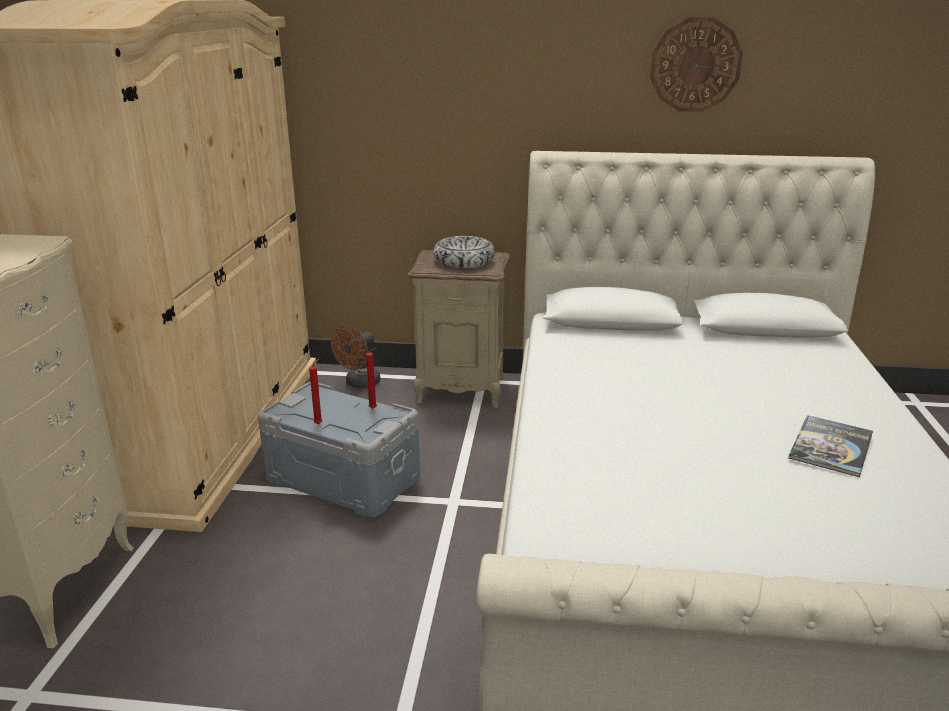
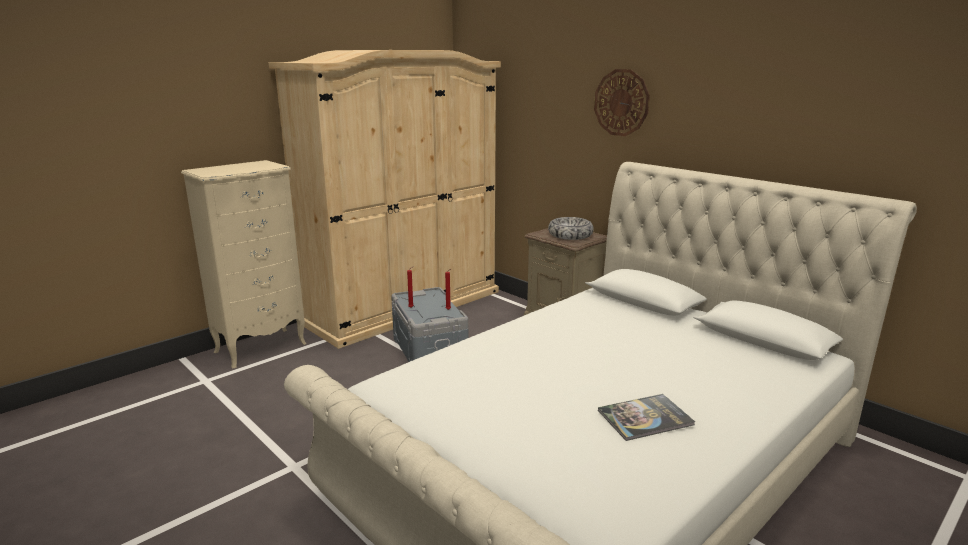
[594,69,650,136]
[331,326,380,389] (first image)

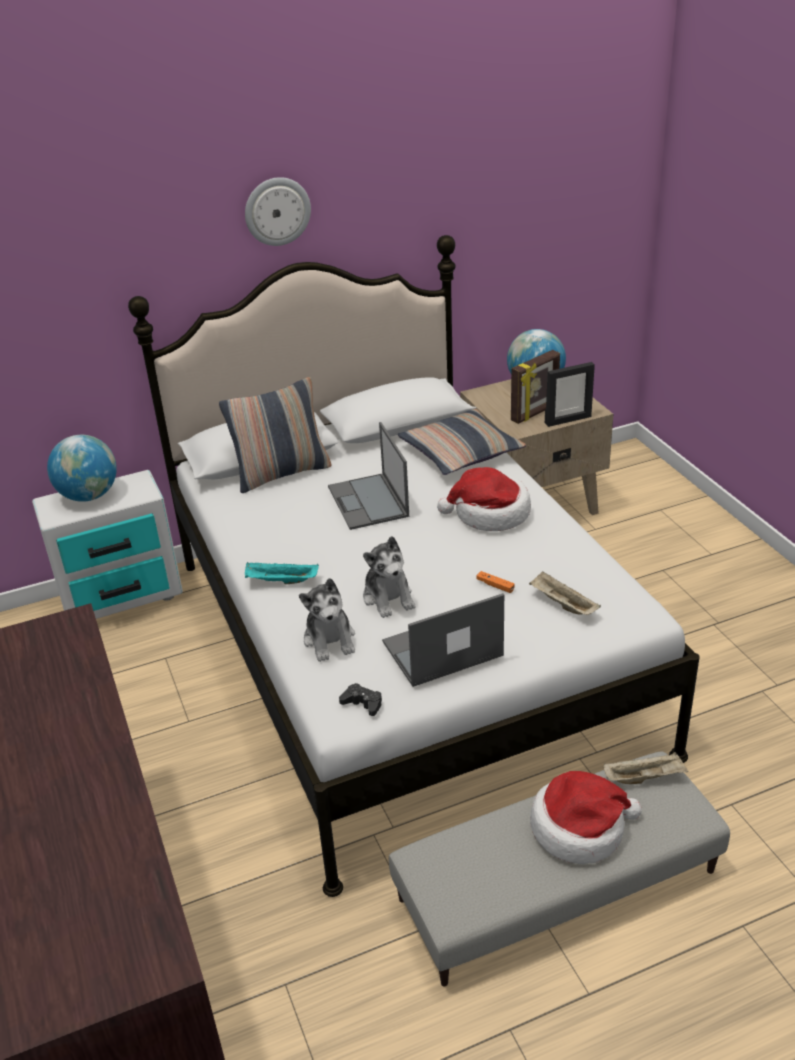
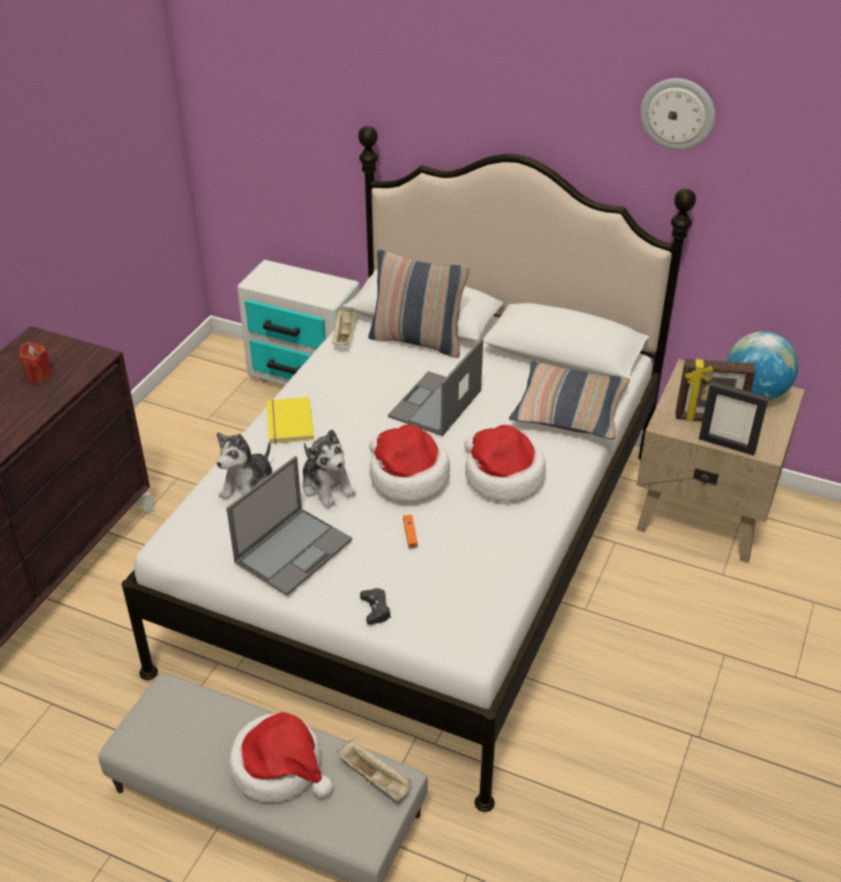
[19,342,53,383]
[226,456,352,595]
[267,397,314,444]
[302,429,356,508]
[332,309,357,345]
[360,588,391,625]
[370,424,450,501]
[640,78,715,150]
[47,435,117,502] (first image)

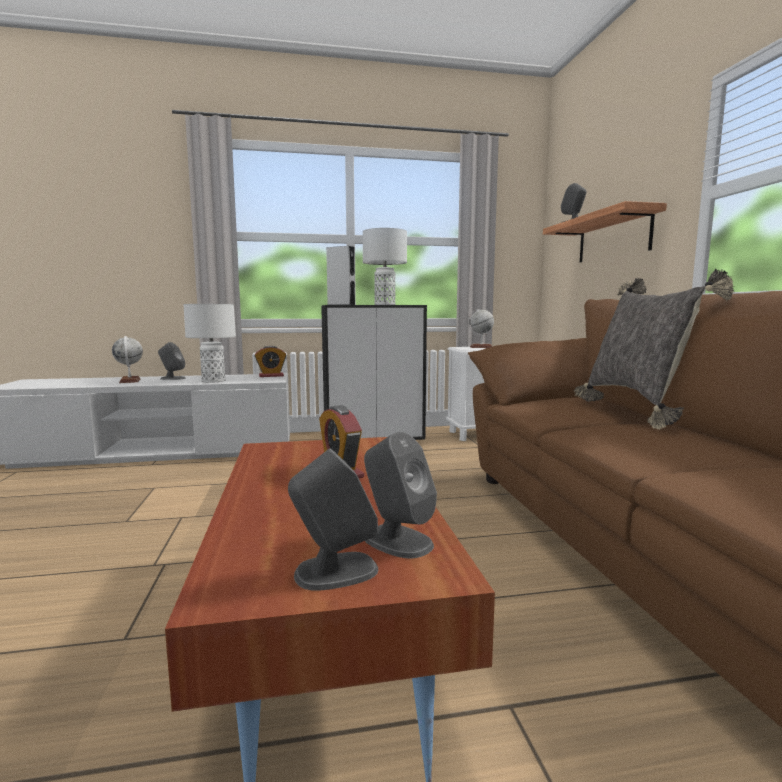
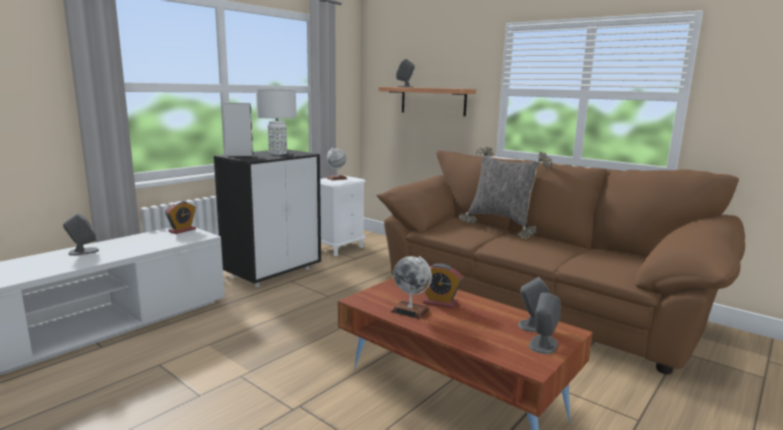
[391,256,432,319]
[184,304,236,383] (first image)

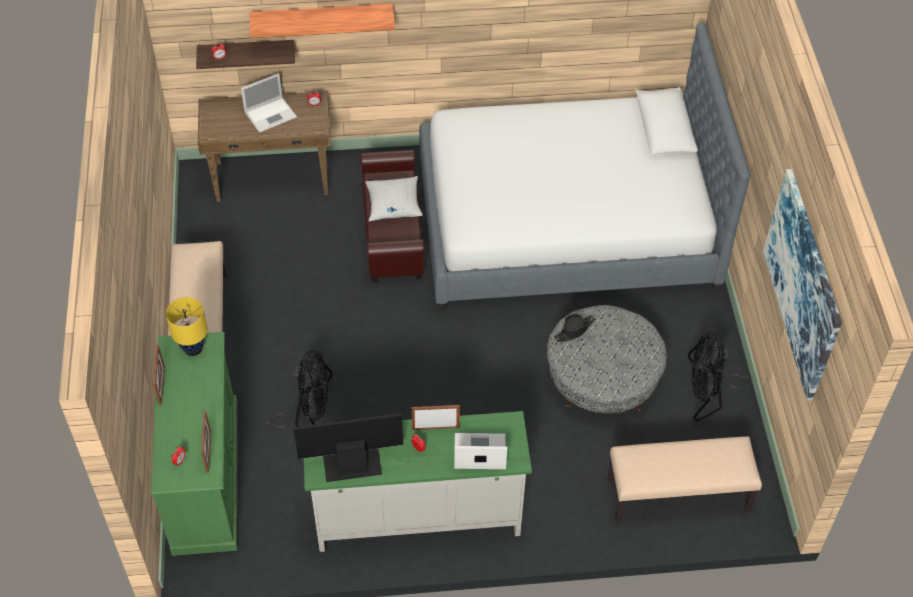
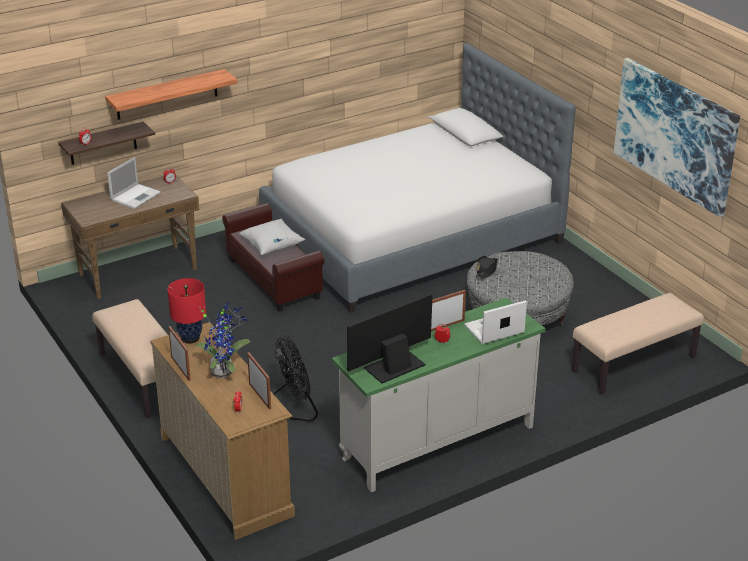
[150,322,295,540]
[168,278,206,344]
[195,303,250,378]
[688,332,749,423] (first image)

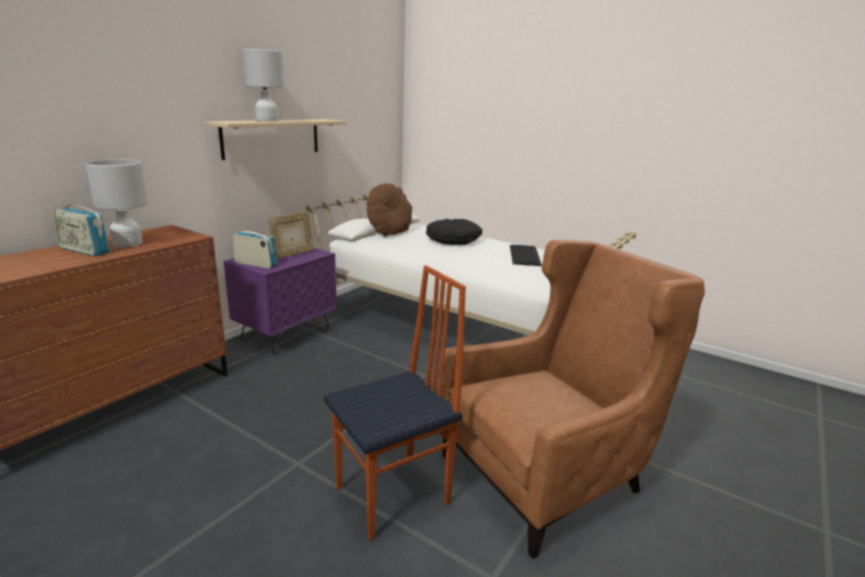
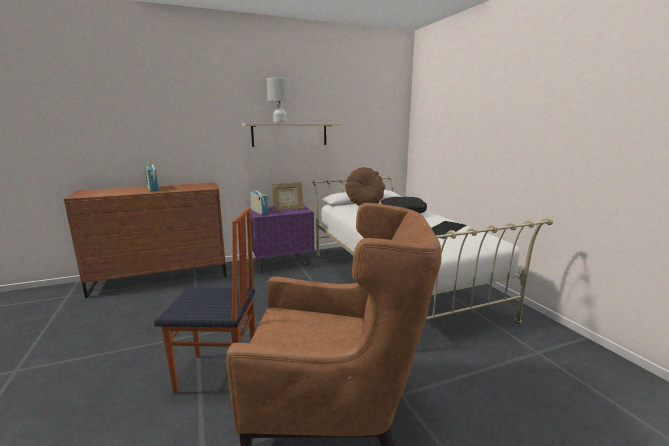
[85,159,148,248] (first image)

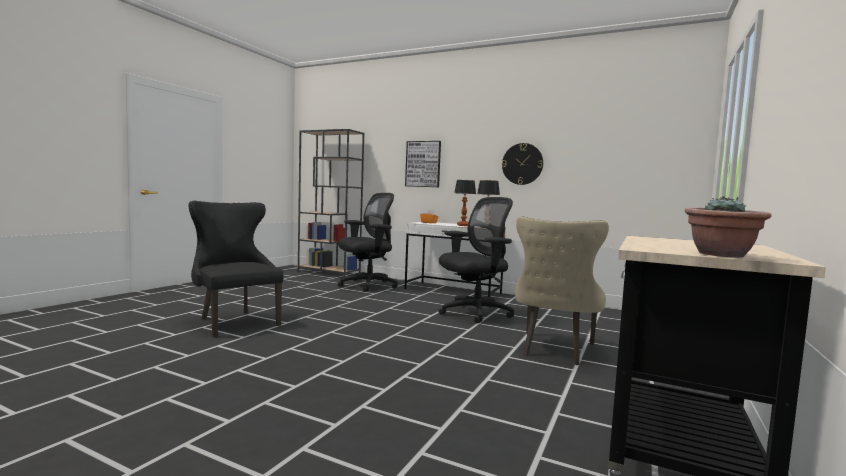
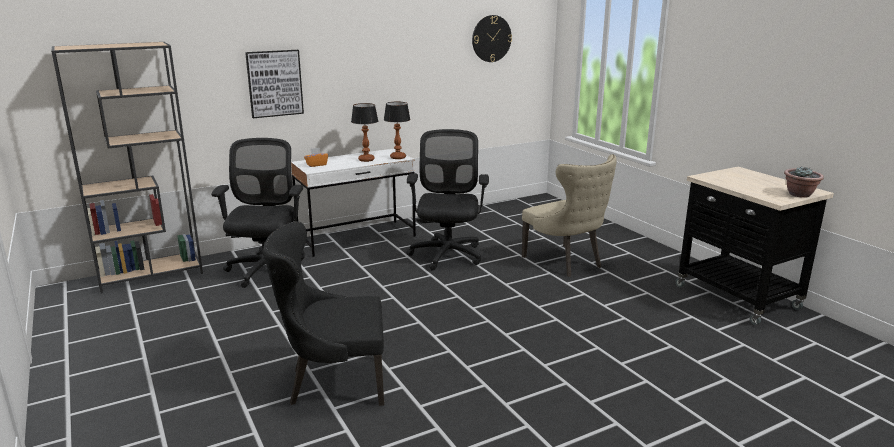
[472,15,512,62]

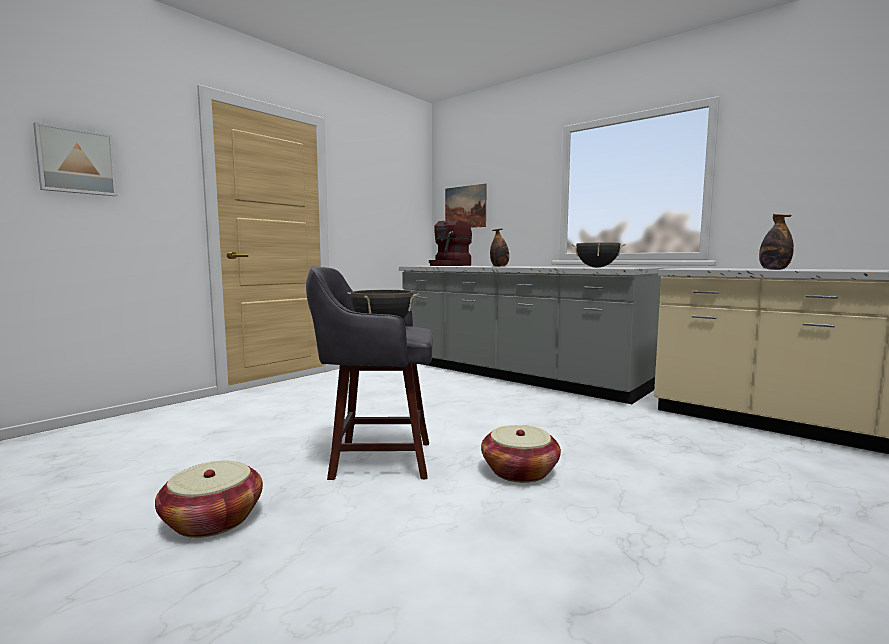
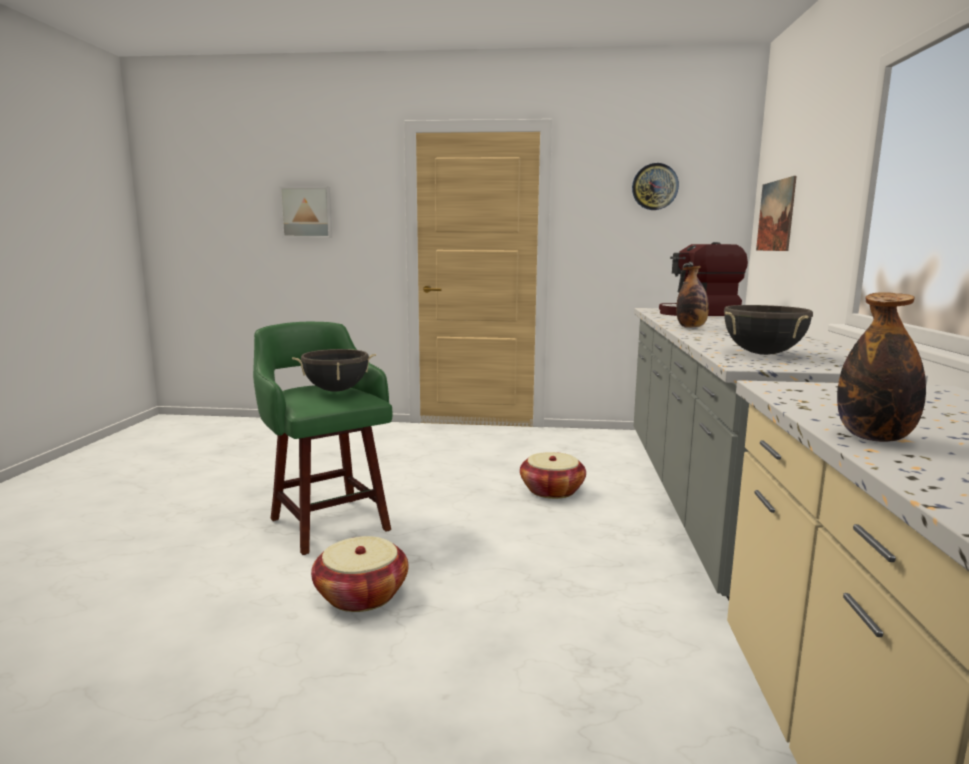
[253,322,393,555]
[520,452,586,499]
[632,163,679,210]

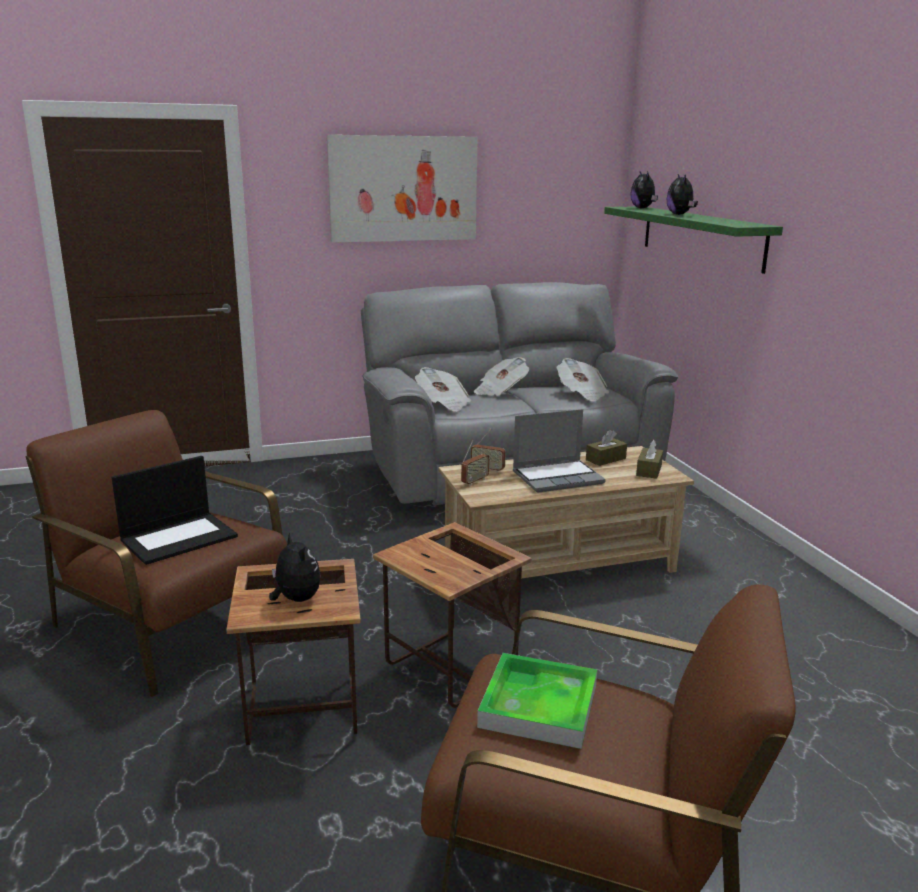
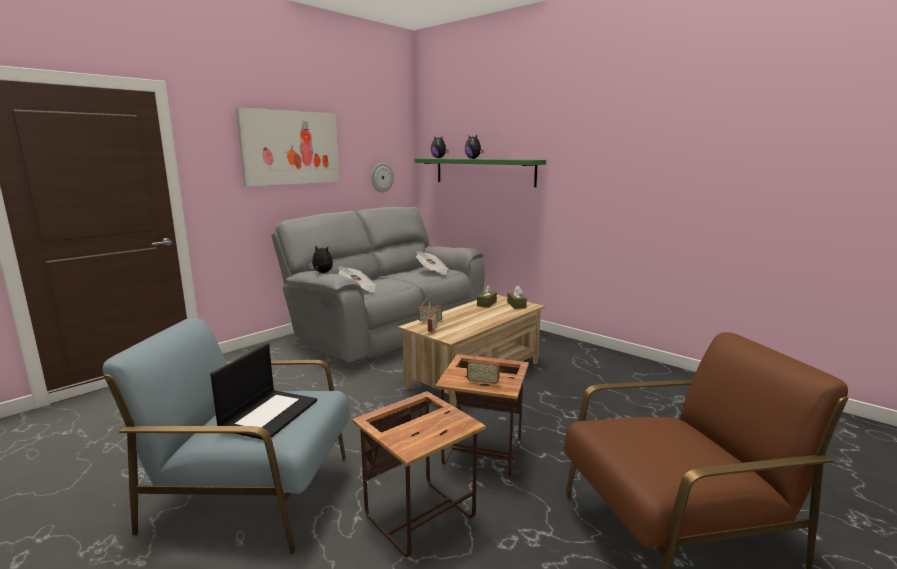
[103,318,350,555]
[308,246,333,273]
[371,163,394,192]
[467,345,500,385]
[474,357,529,396] (first image)
[477,653,597,749] (first image)
[513,409,606,493] (first image)

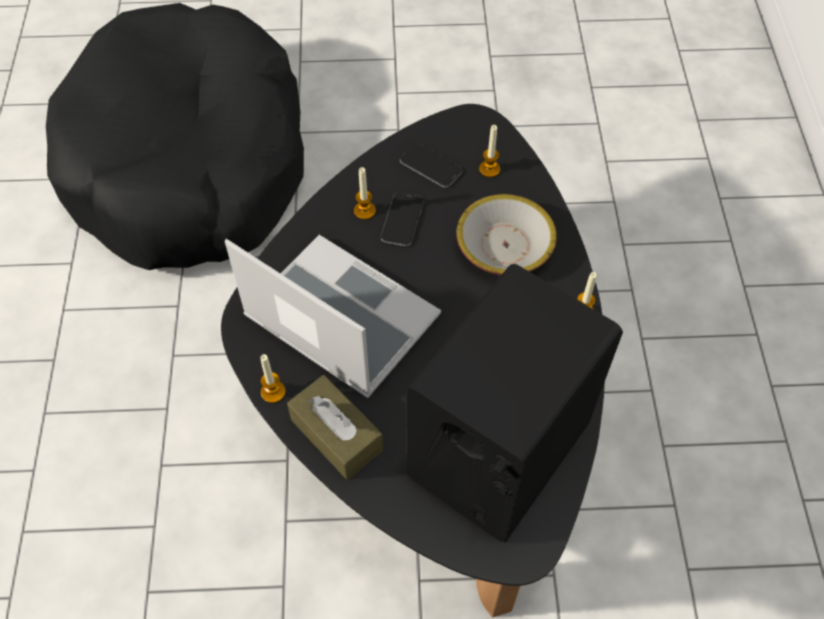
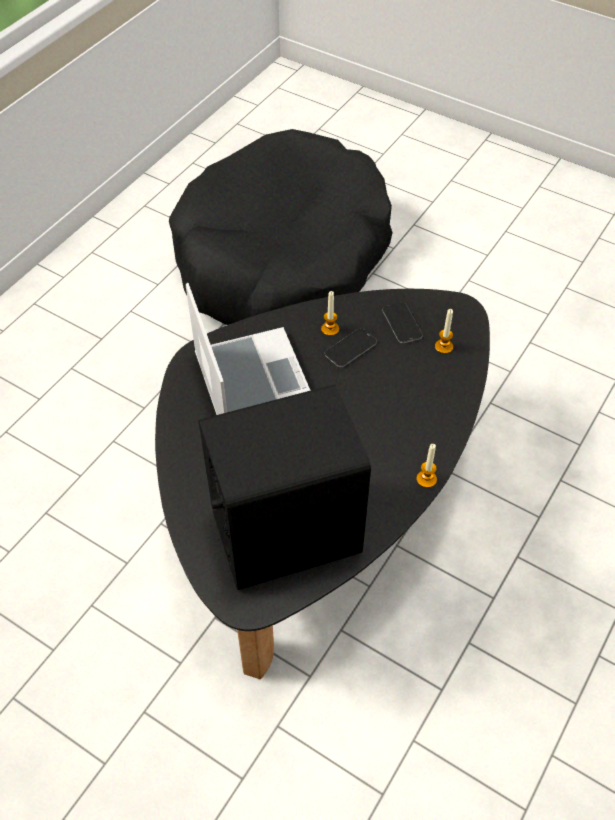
[260,354,286,403] (first image)
[287,375,383,480] (first image)
[456,194,557,275] (first image)

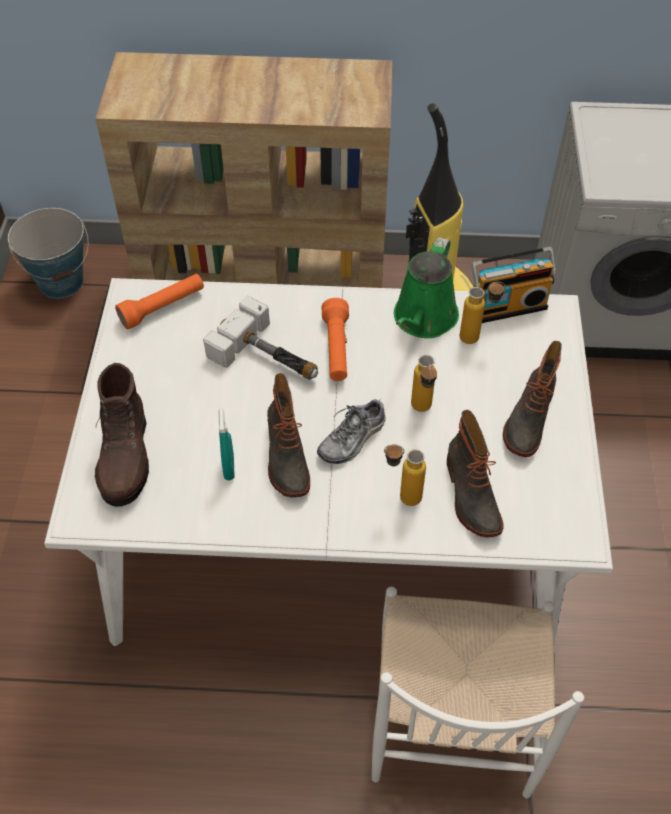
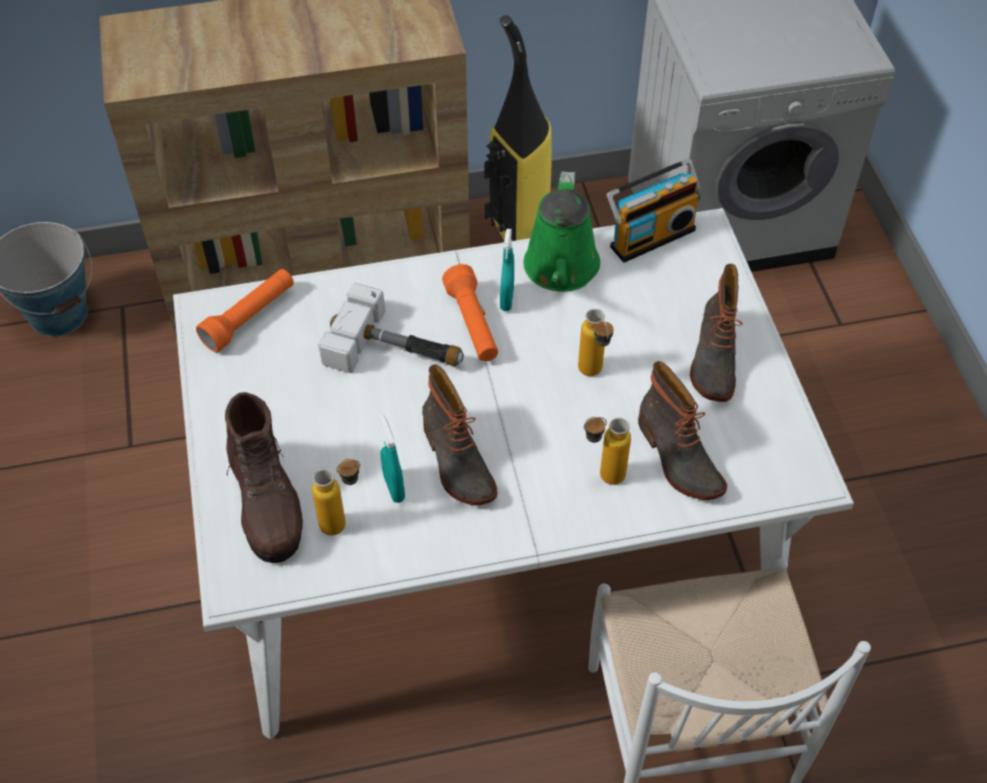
[312,459,360,536]
[500,229,514,311]
[317,397,386,464] (first image)

